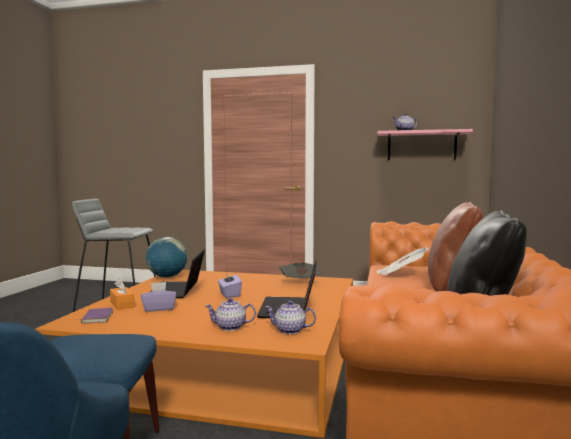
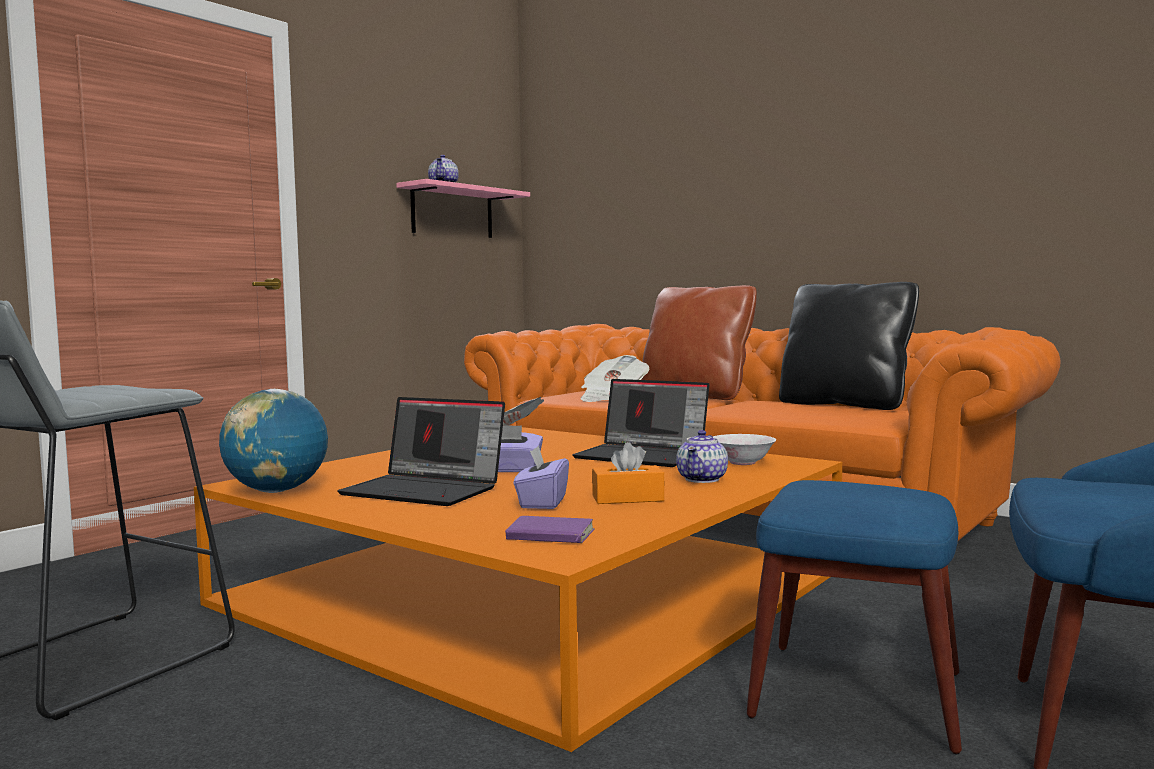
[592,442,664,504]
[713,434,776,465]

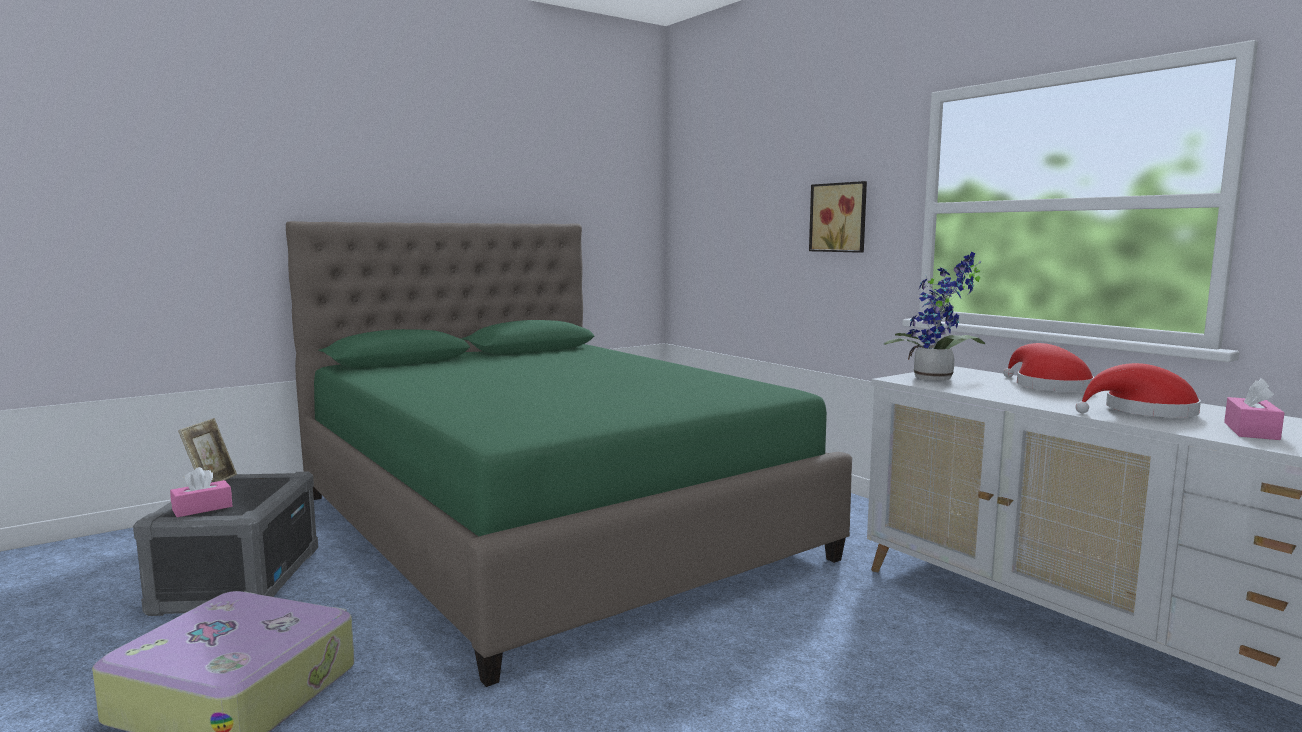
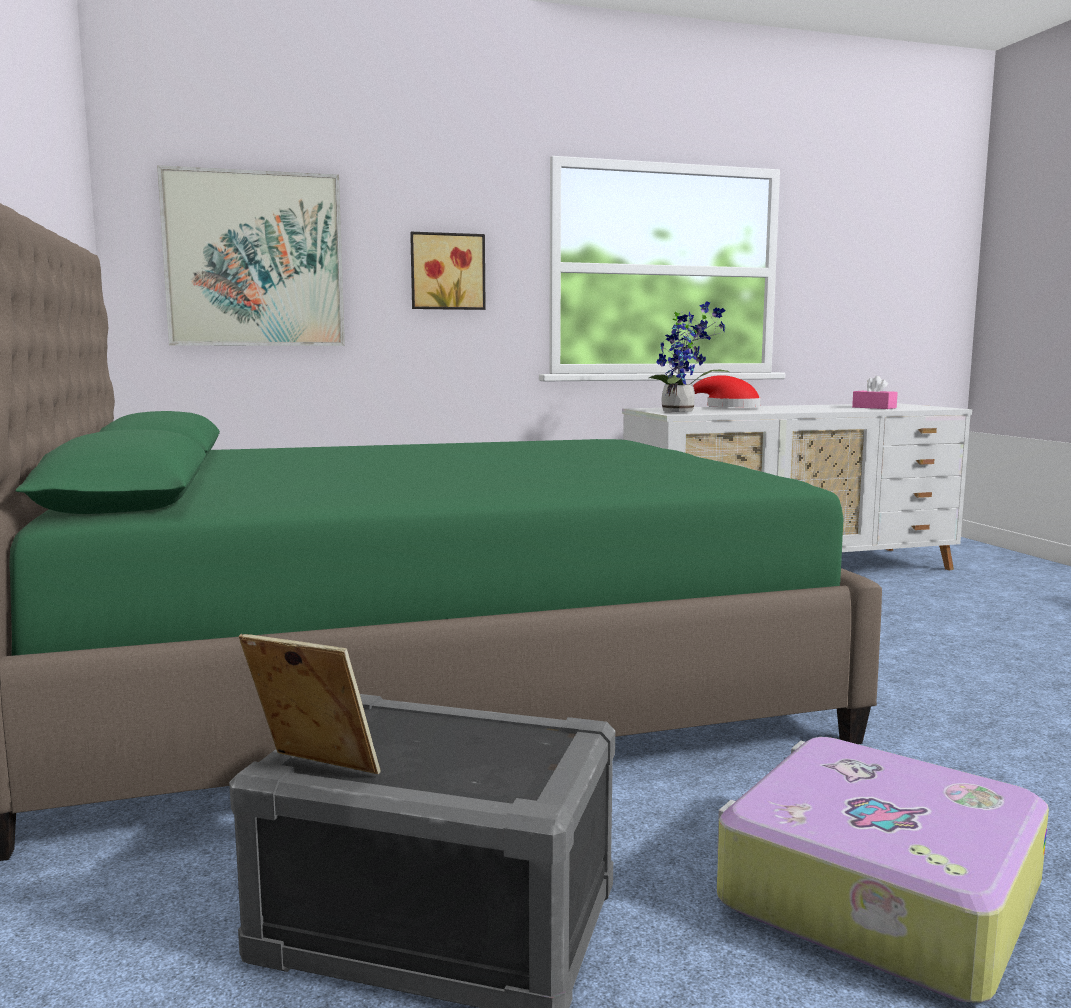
[157,165,345,346]
[170,467,232,517] (first image)
[1075,363,1201,417] (first image)

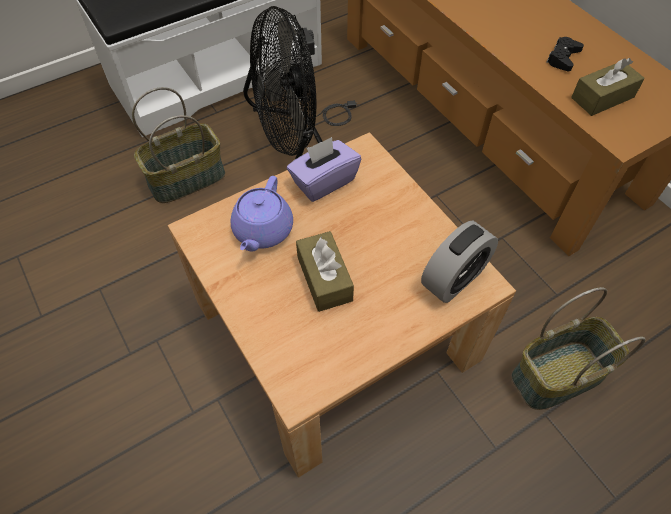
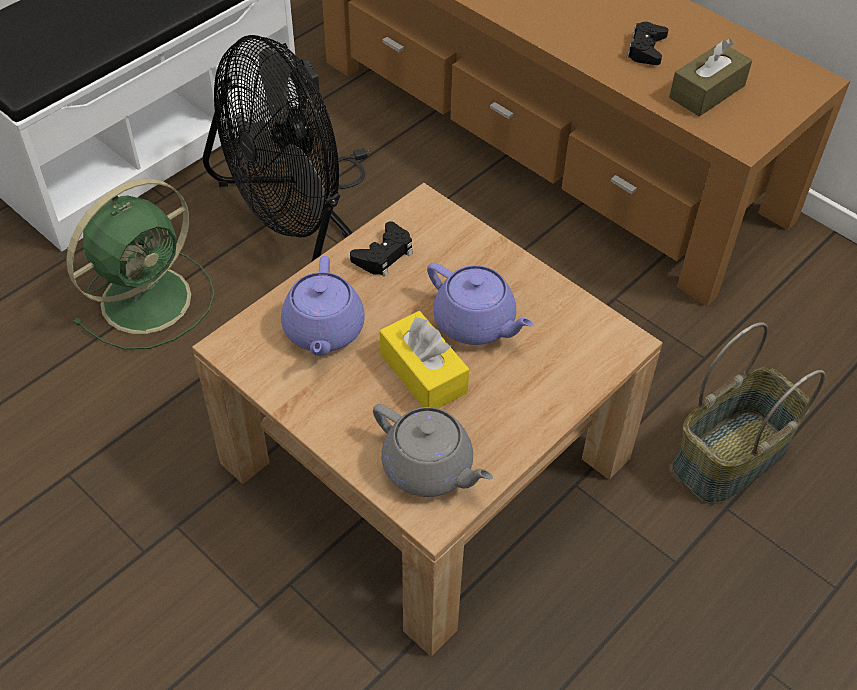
[66,179,215,350]
[350,221,413,276]
[373,404,493,497]
[380,311,469,409]
[427,262,534,345]
[421,220,498,303] (first image)

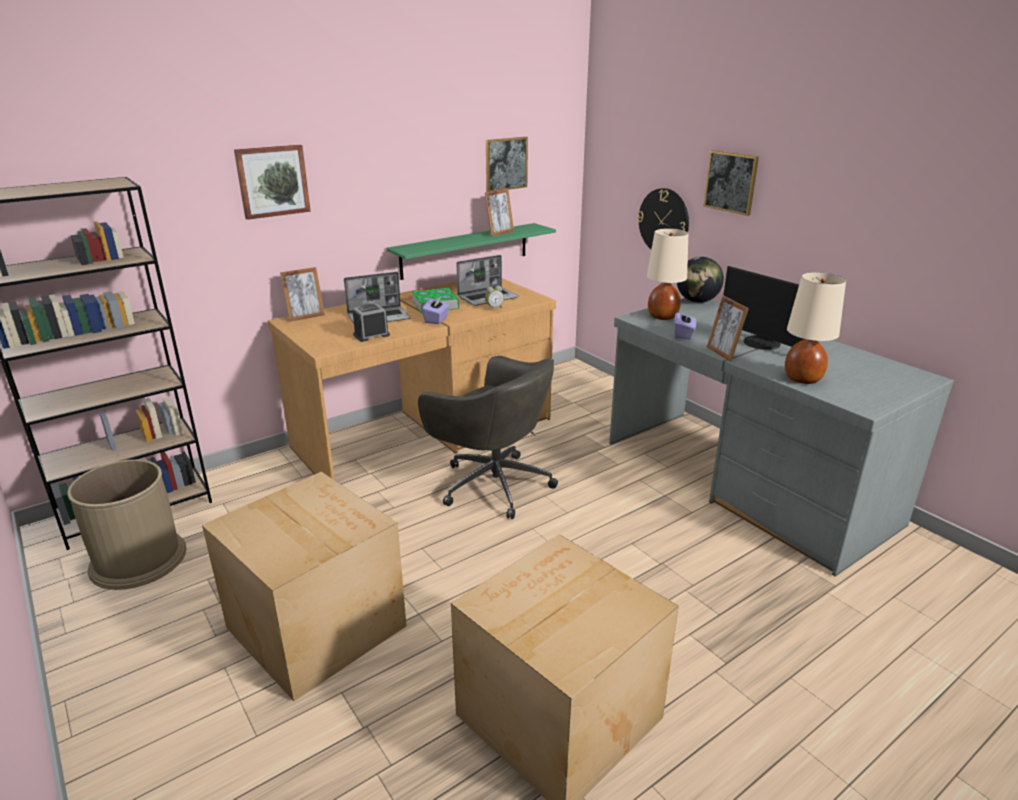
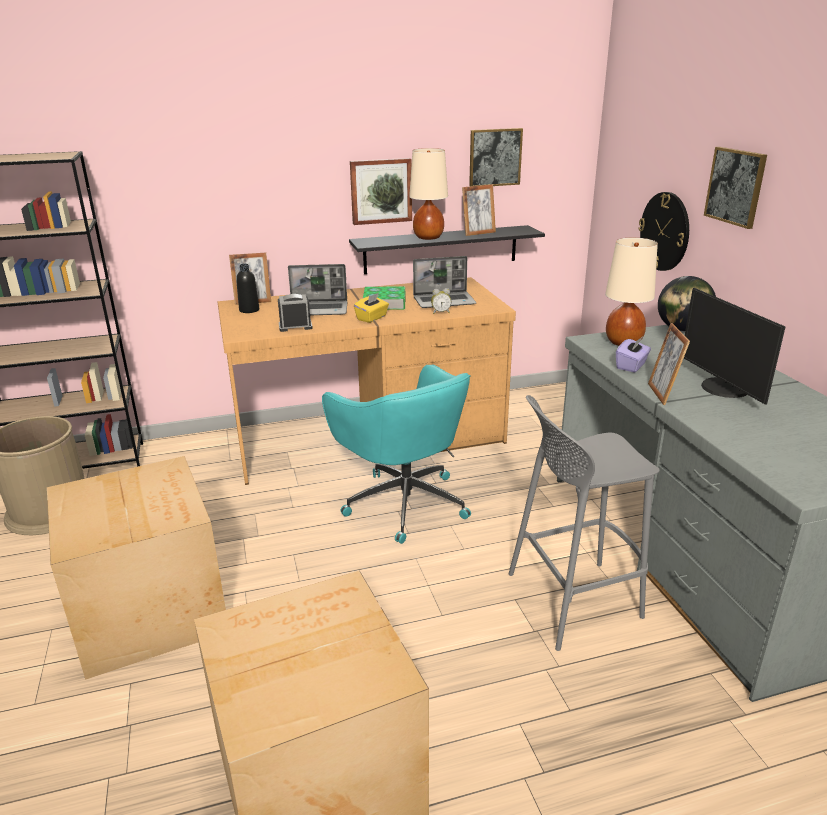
[236,264,259,313]
[322,365,471,544]
[349,225,545,274]
[350,158,412,225]
[354,293,389,323]
[409,148,448,240]
[509,395,660,651]

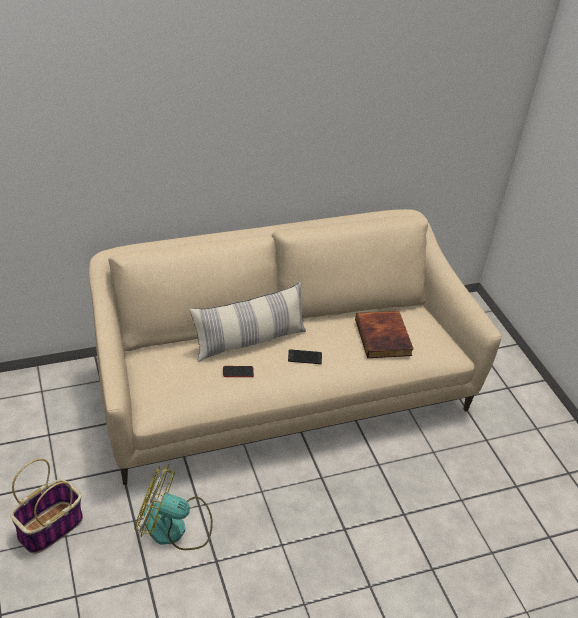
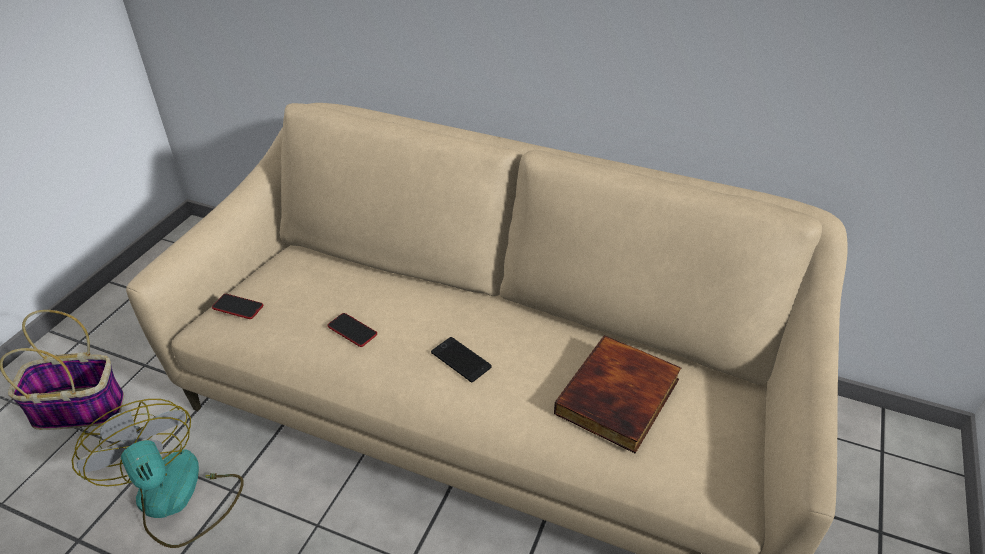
[212,294,263,319]
[190,282,306,362] (first image)

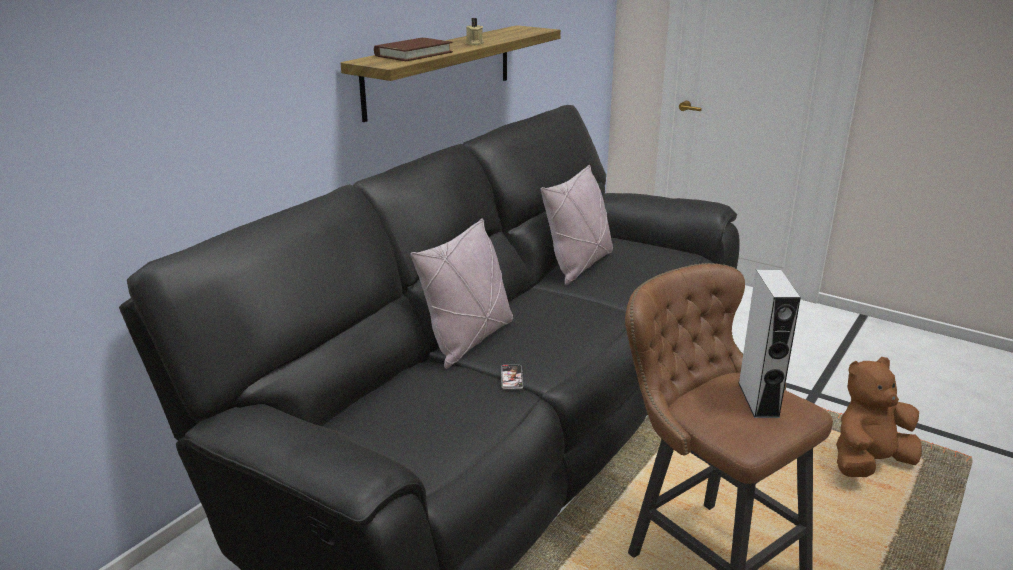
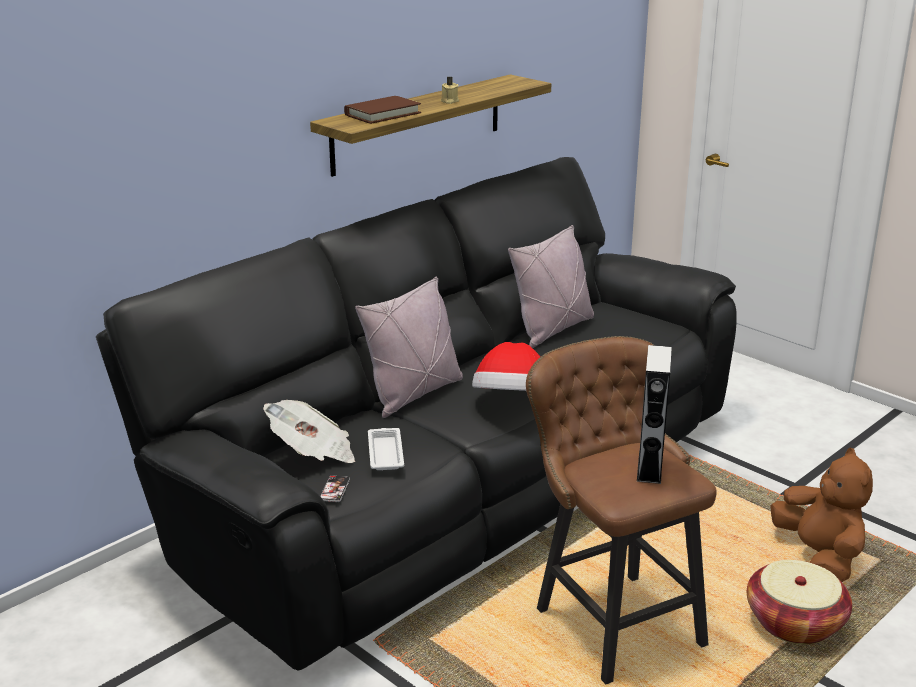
[263,400,355,463]
[320,475,350,502]
[368,428,404,470]
[472,342,540,391]
[747,560,852,645]
[771,447,873,582]

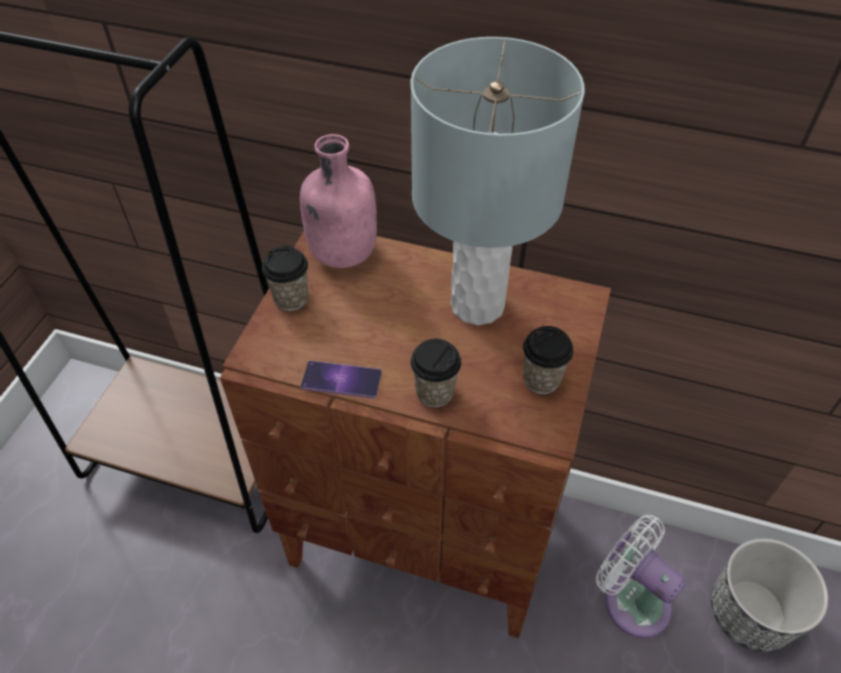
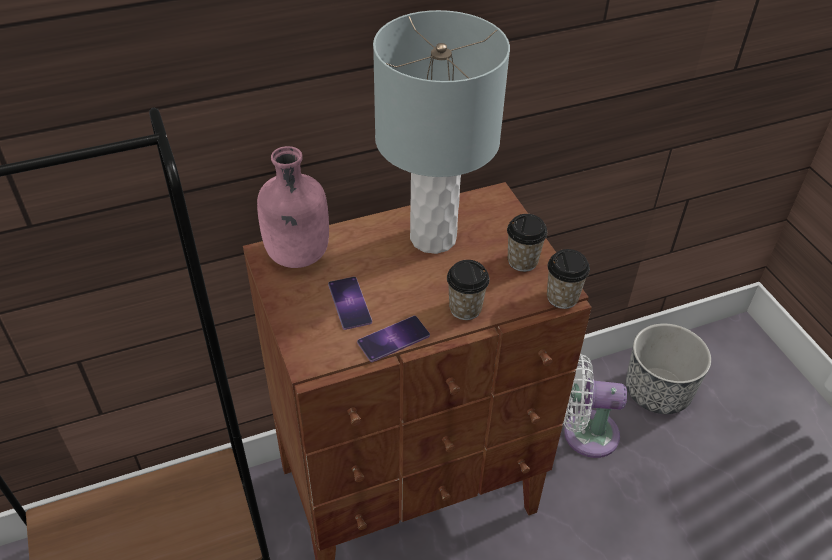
[328,277,372,330]
[547,249,590,309]

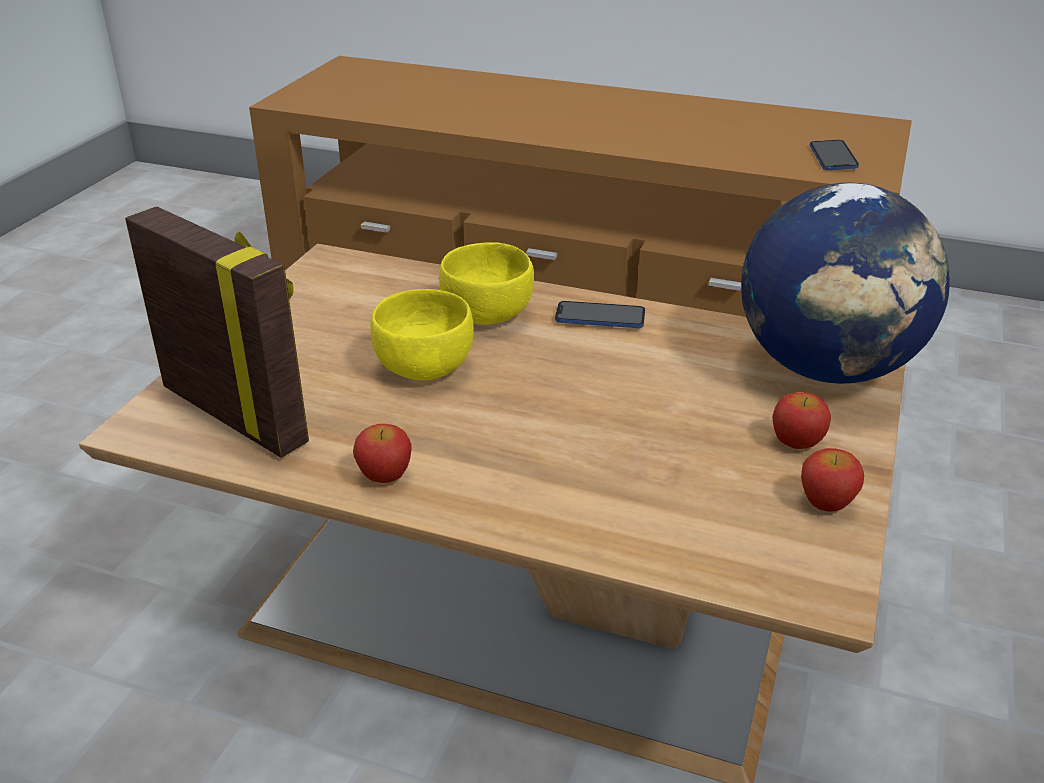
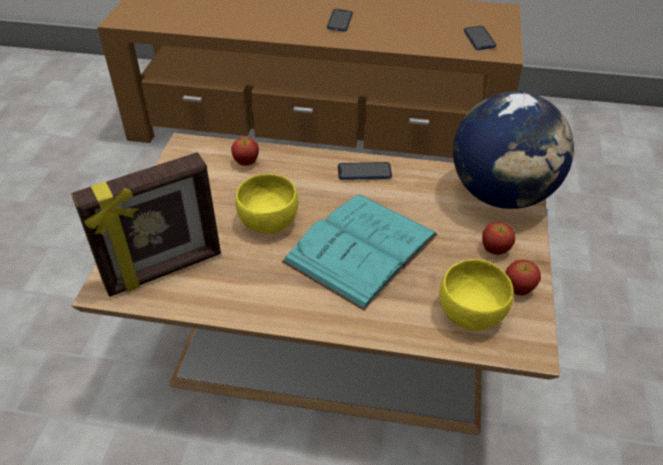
[71,152,221,297]
[231,137,259,166]
[282,194,438,310]
[327,9,353,32]
[439,259,514,331]

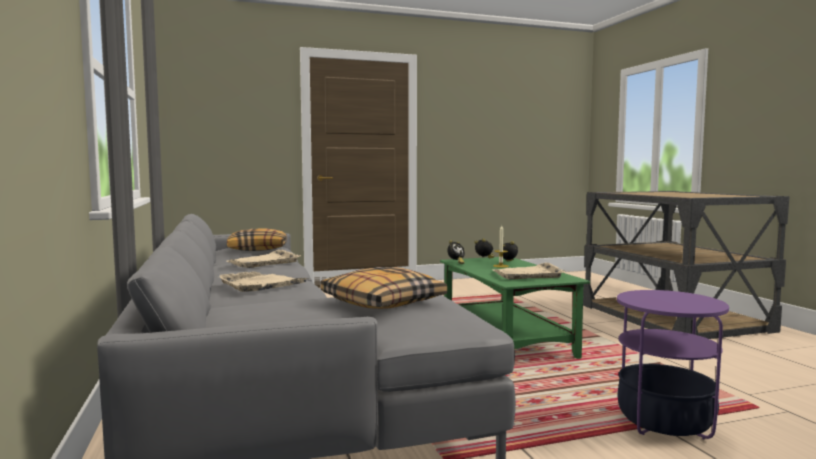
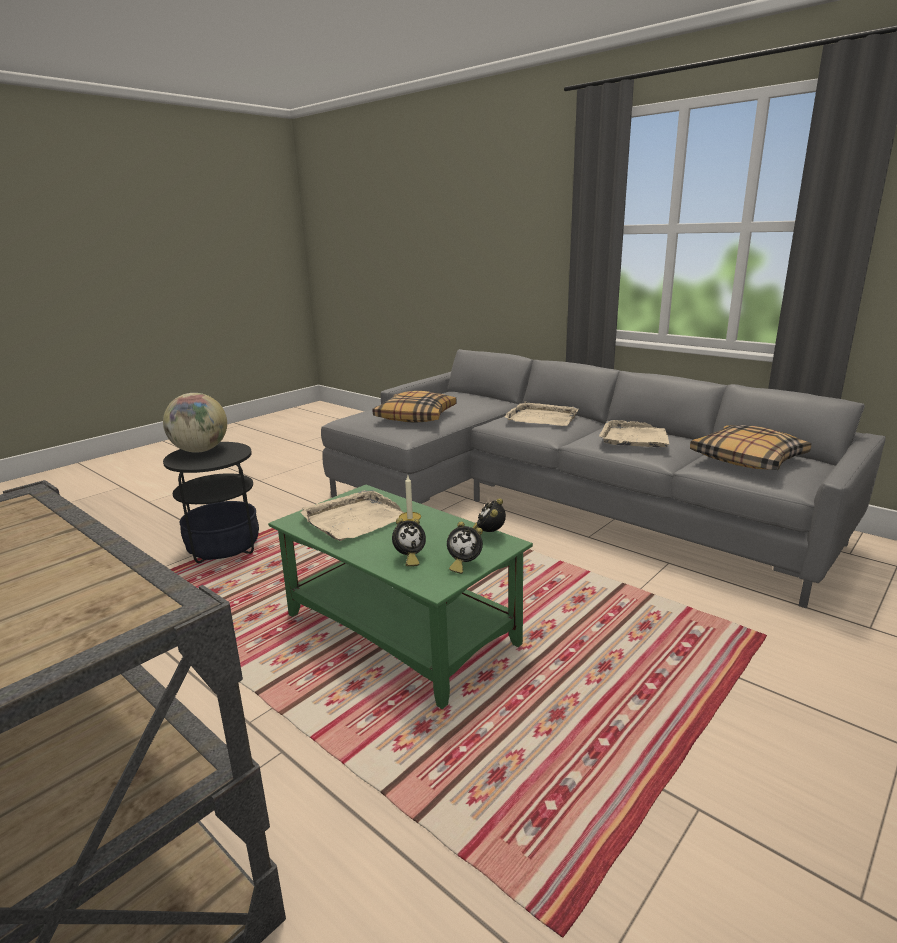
[163,393,227,453]
[163,442,259,563]

